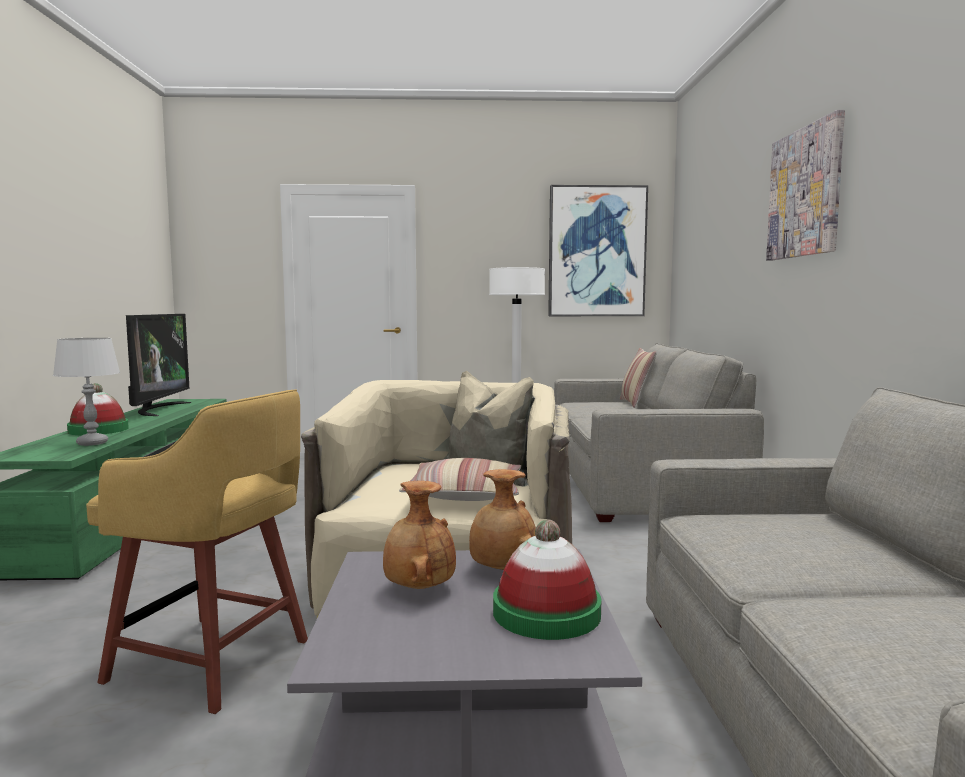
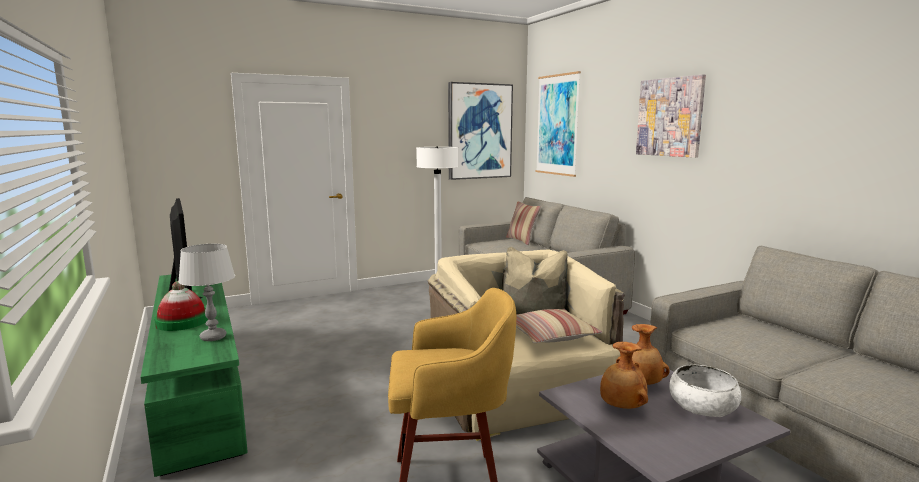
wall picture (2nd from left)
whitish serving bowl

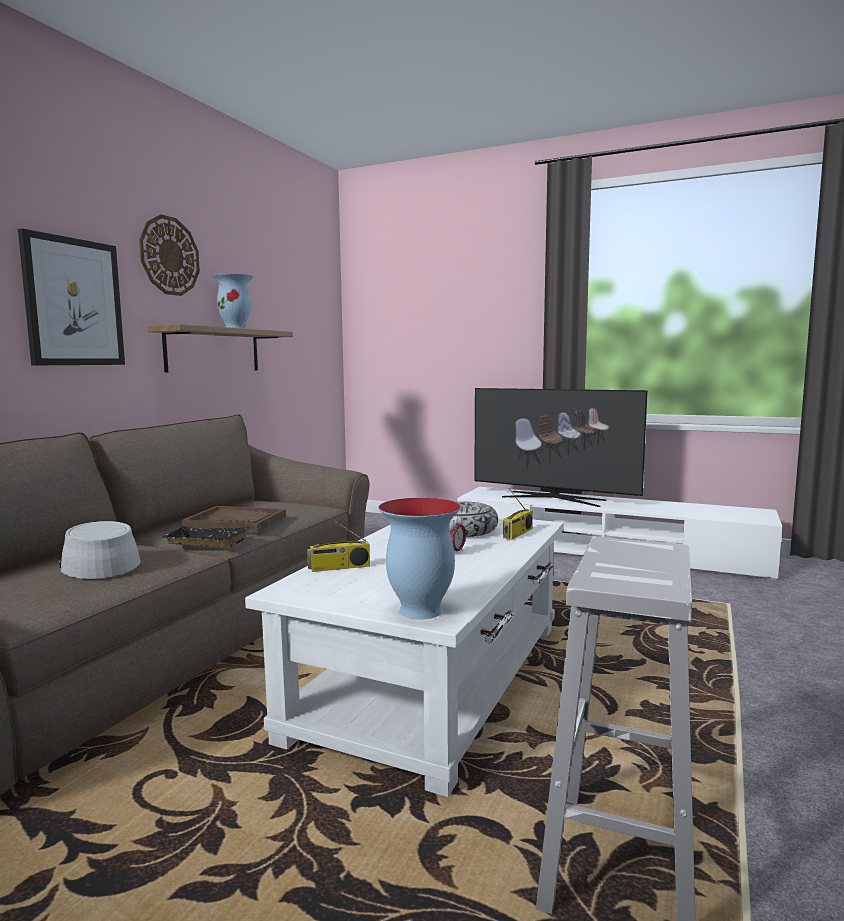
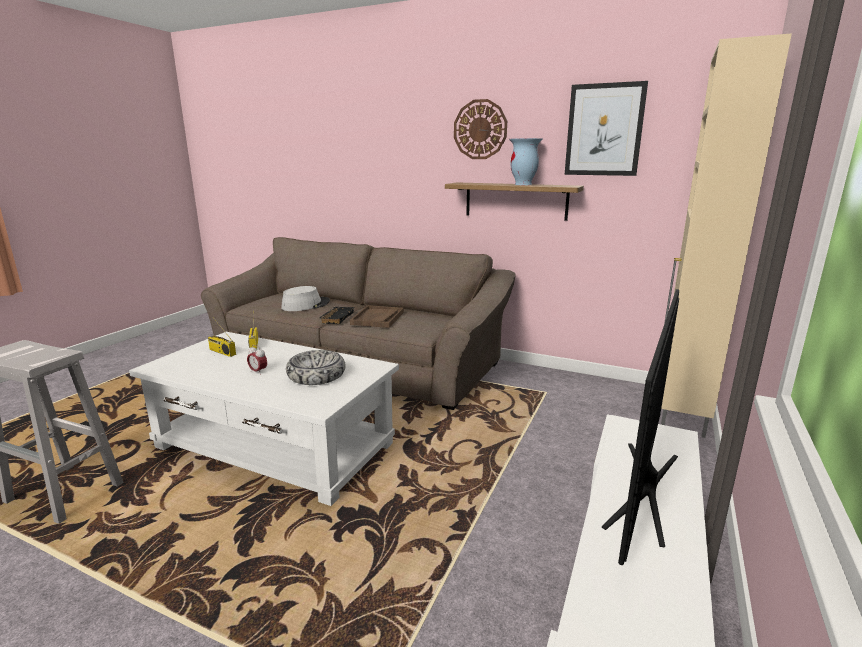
radio receiver (1st from left)
wall picture
beige cupboard
vase (2nd from left in the first image)

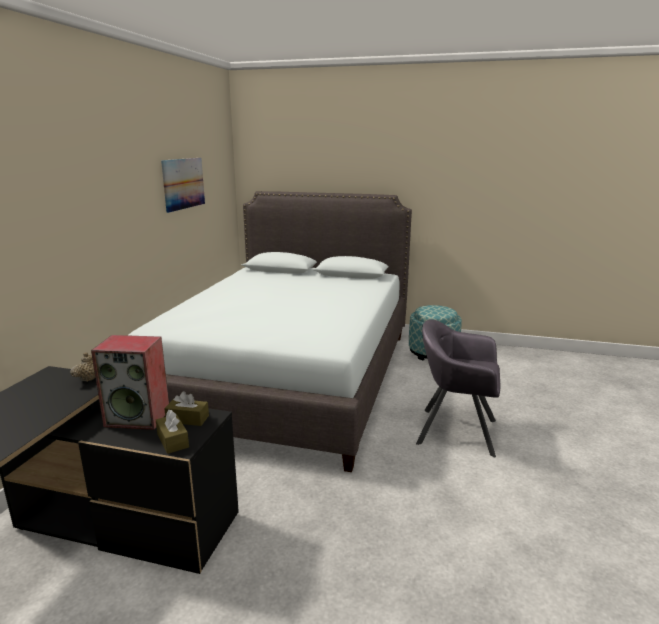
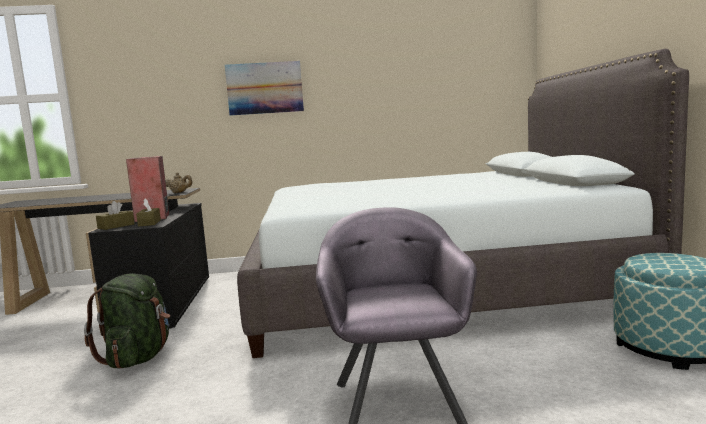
green knapsack
wall picture

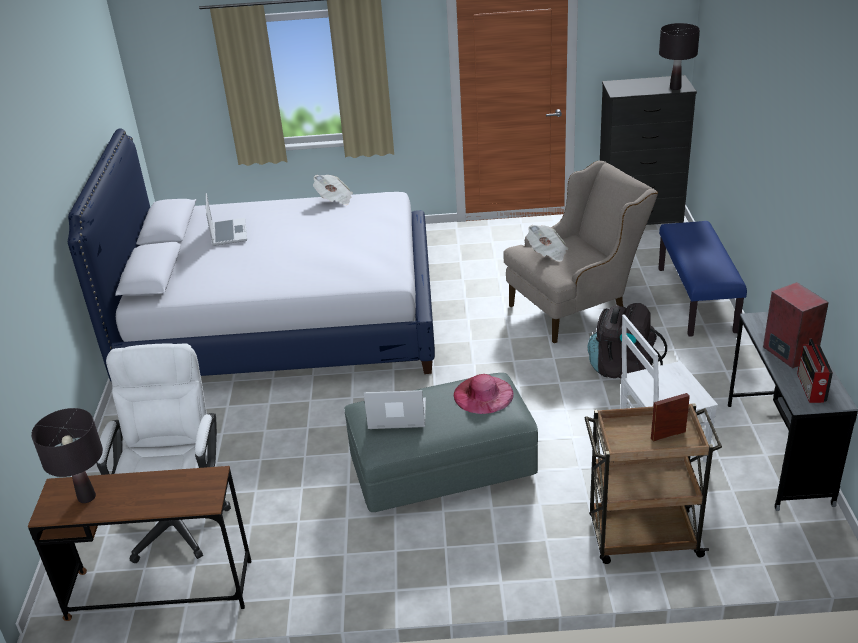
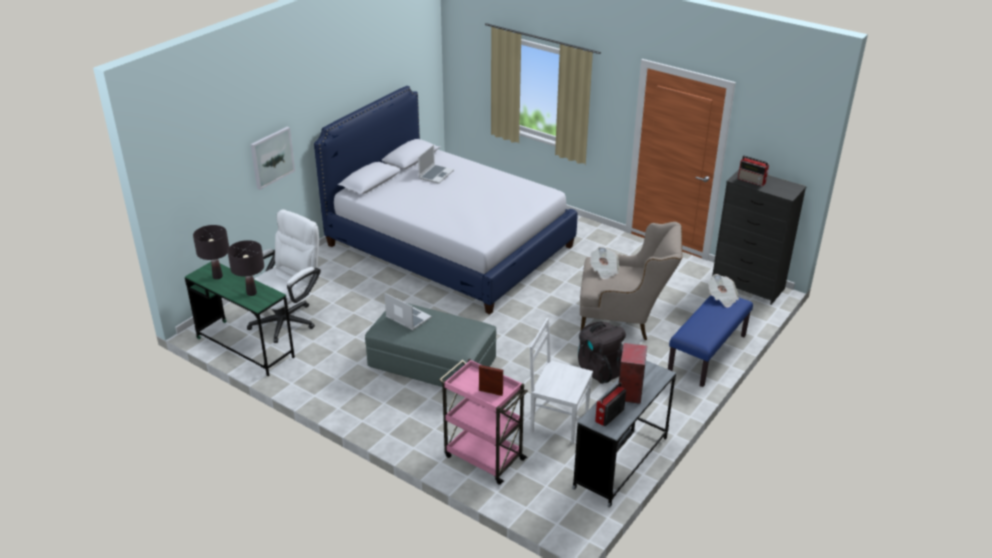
green desk
black-coloured lamp for a table (2nd from left)
wall picture
pink-coloured trolley
daily paper (2nd from left)
radio receiver (2nd from left)
pink-coloured wearable hat

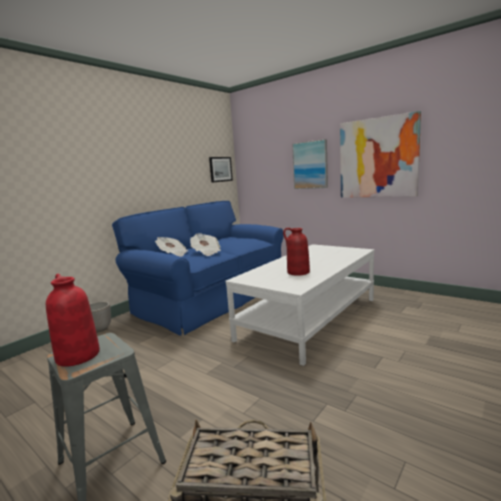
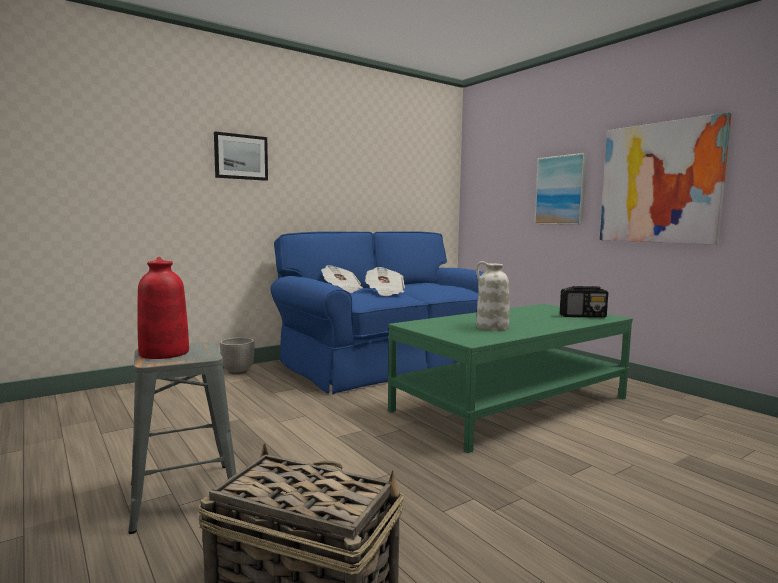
wall picture (1st from left)
green lounge table
whitish vase
radio receiver

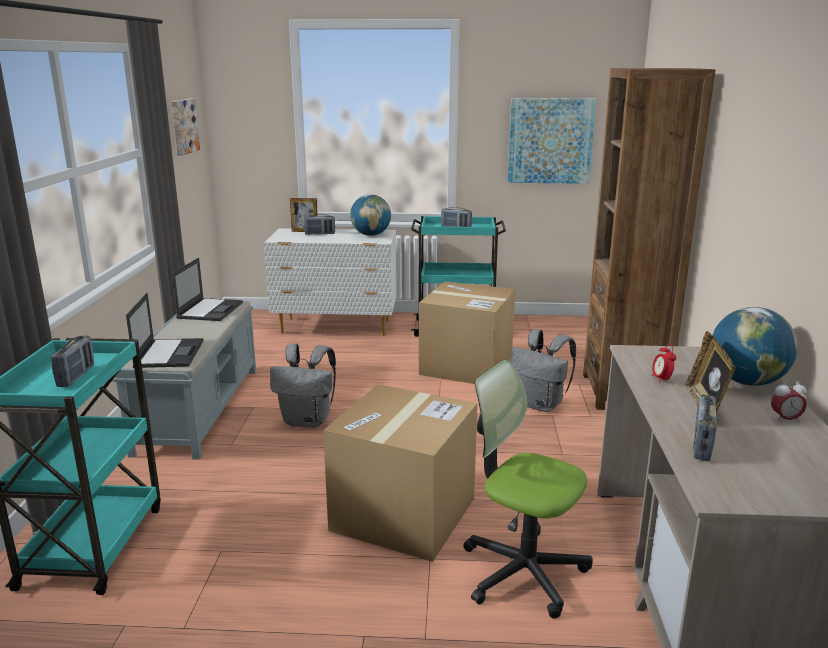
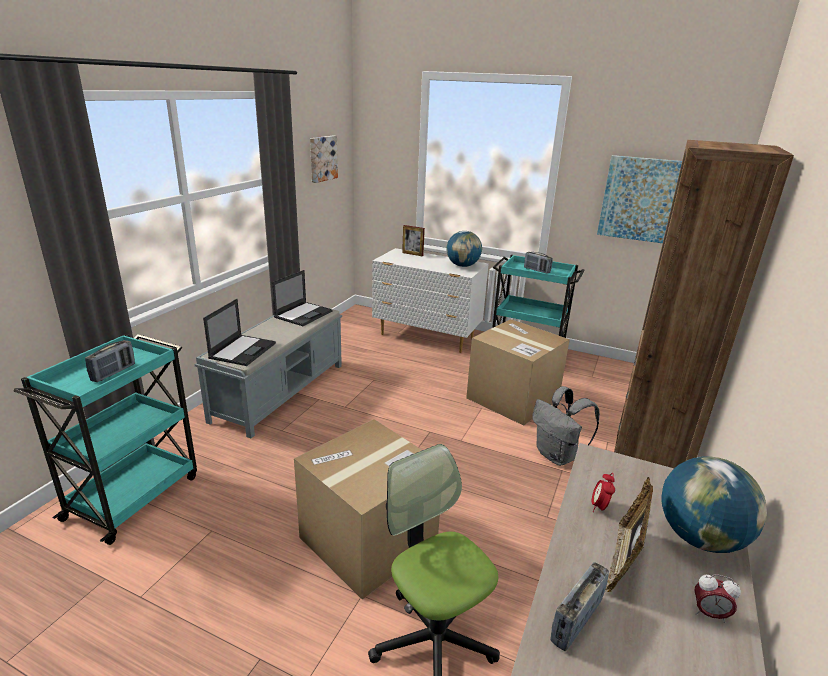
greyish knapsack (1st from left in the first image)
radio receiver (2nd from left in the first image)

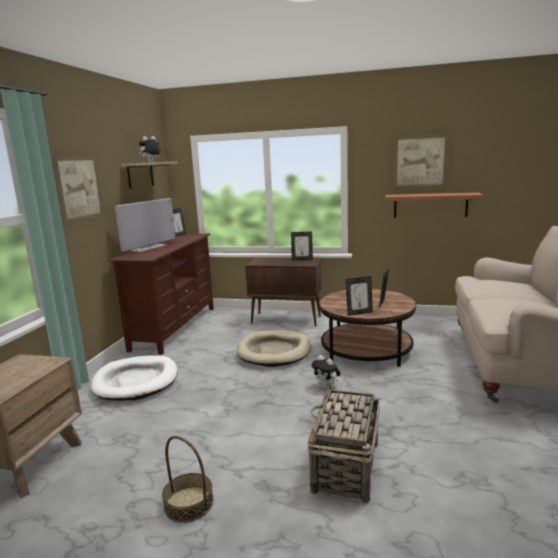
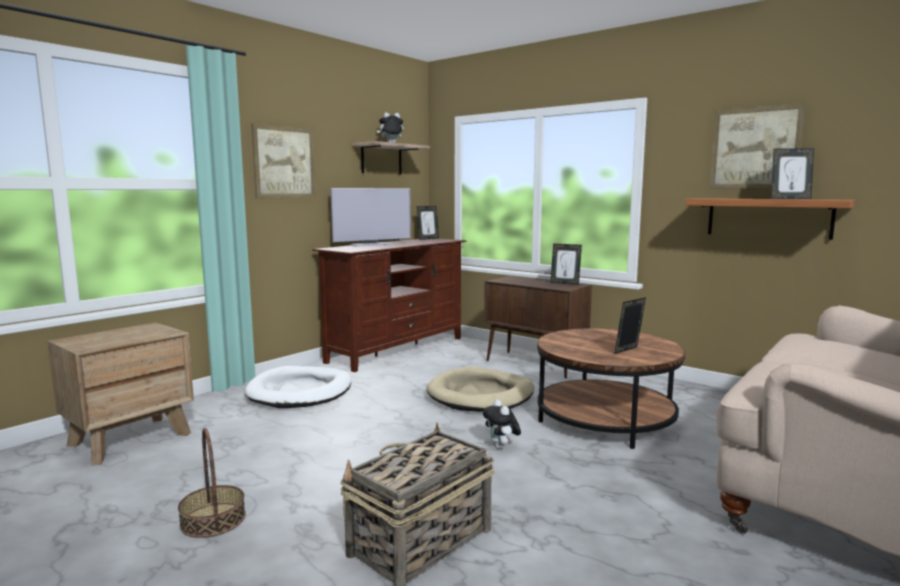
picture frame (4th from left)

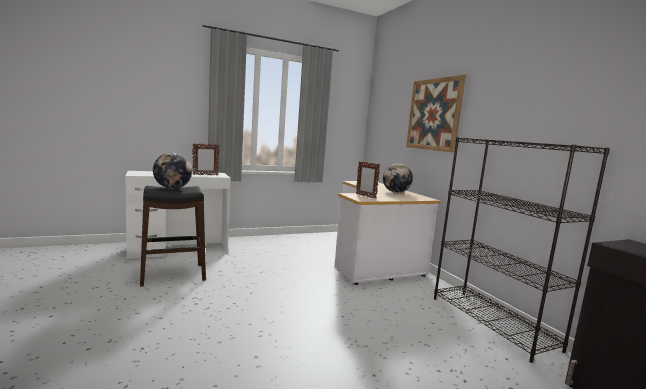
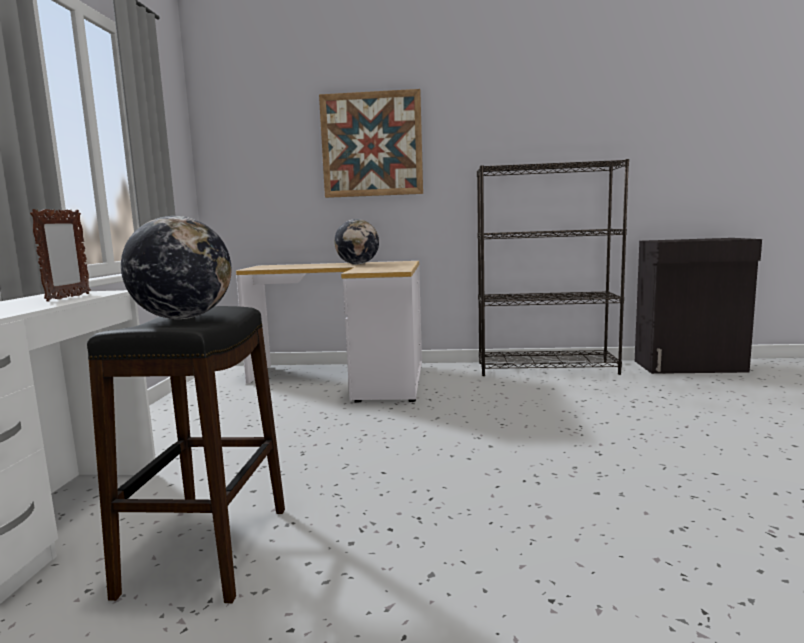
picture frame (2nd from left in the first image)

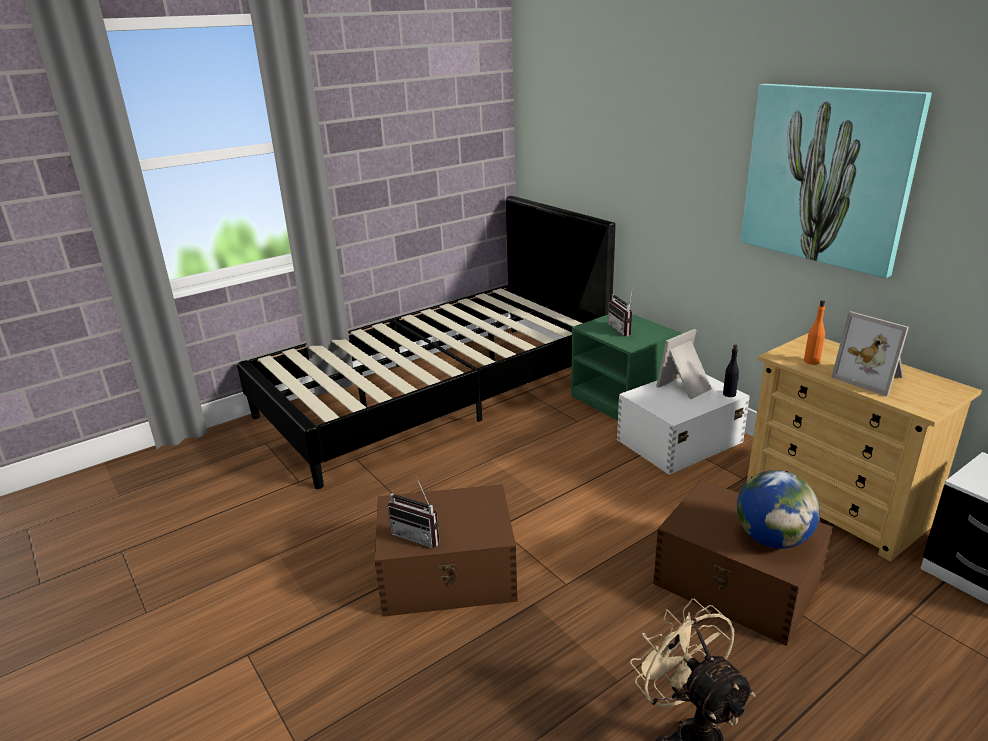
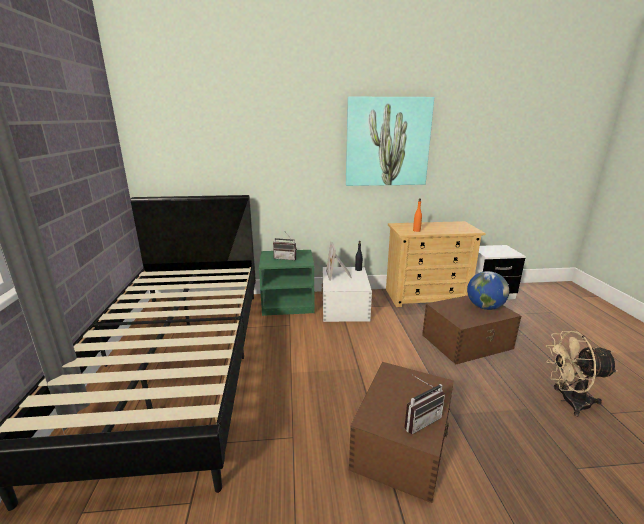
picture frame (2nd from left in the first image)

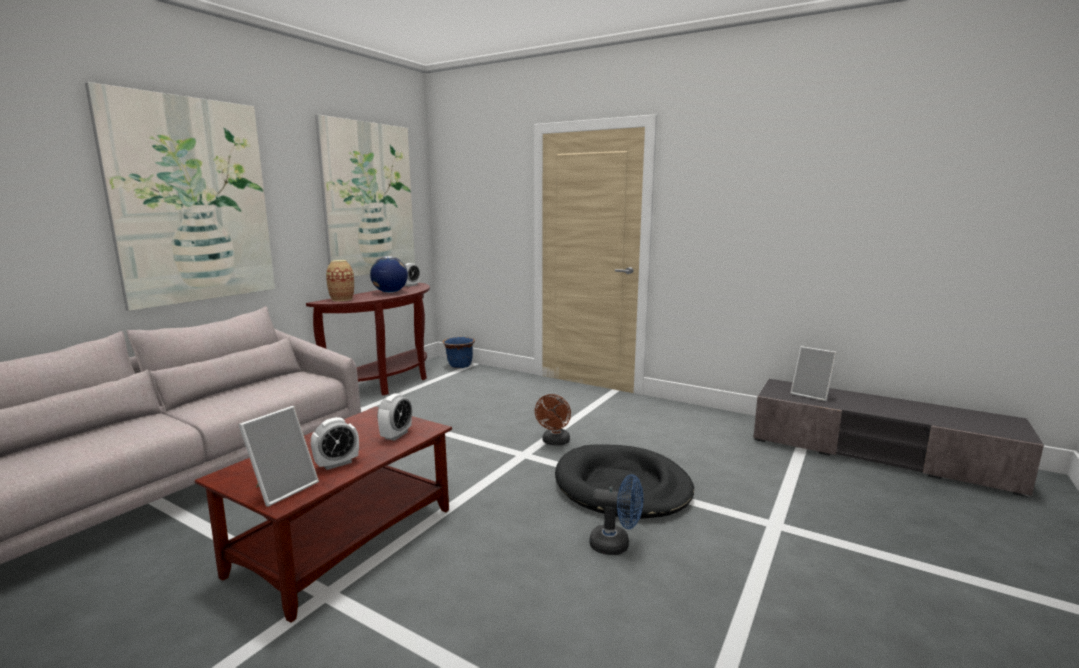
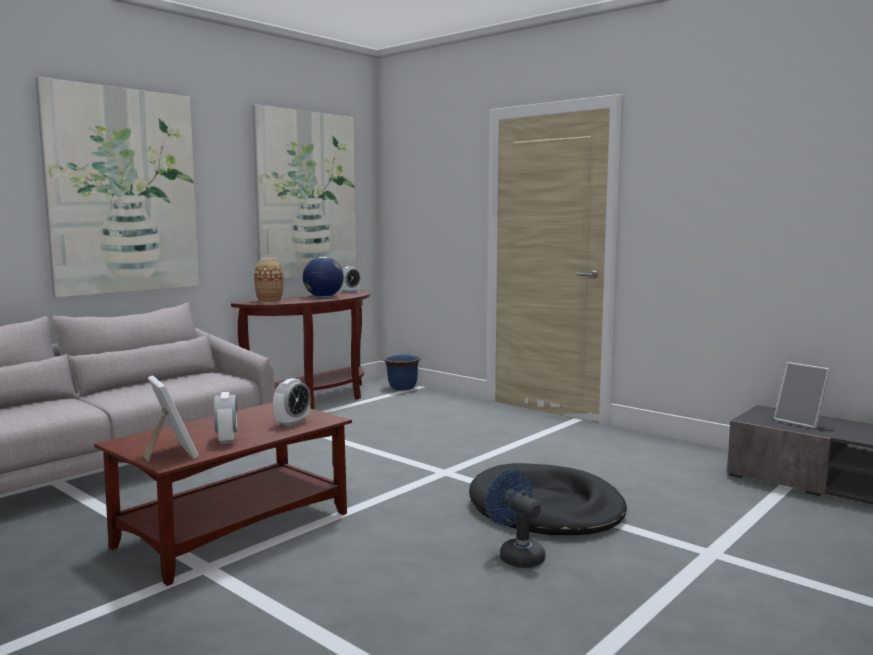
picture frame (1st from left)
table clock (1st from left)
blue-coloured fan
brown-coloured fan

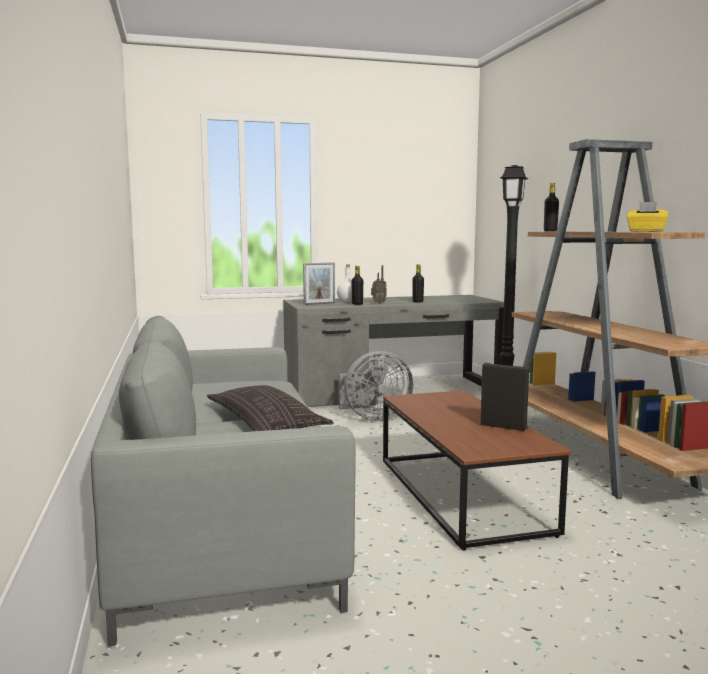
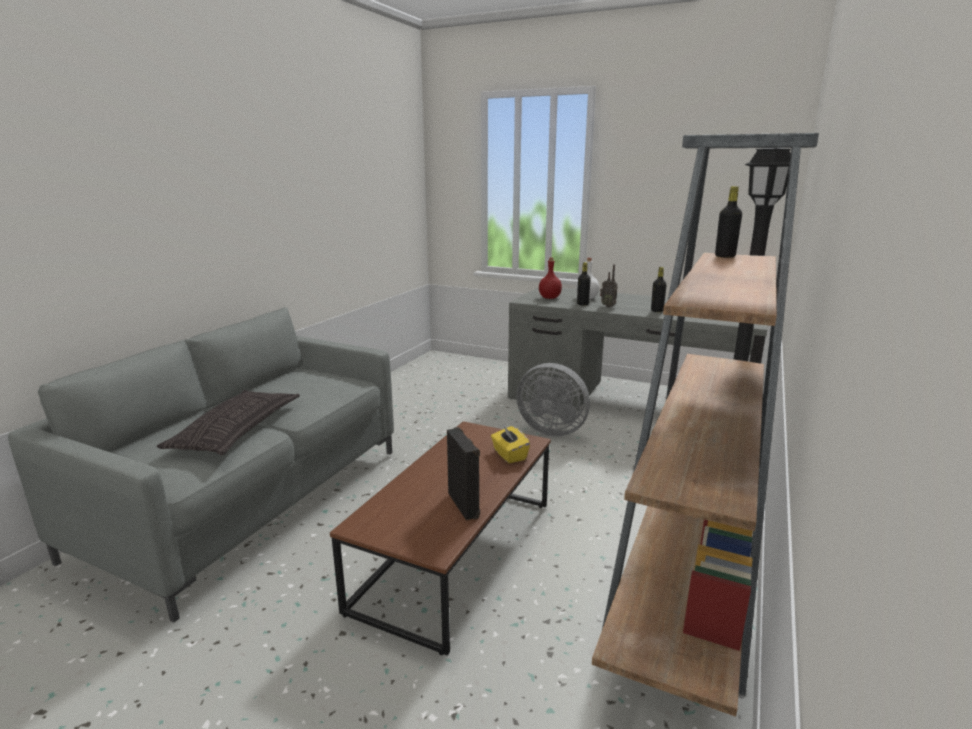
yellow box of tissues
red beverage bottle

